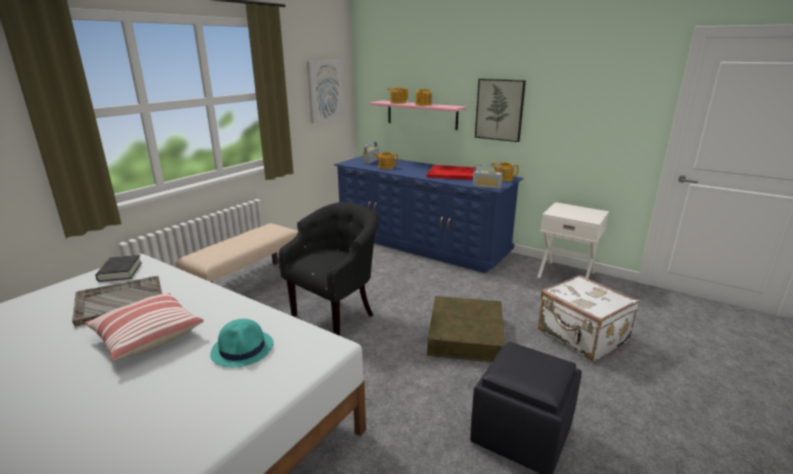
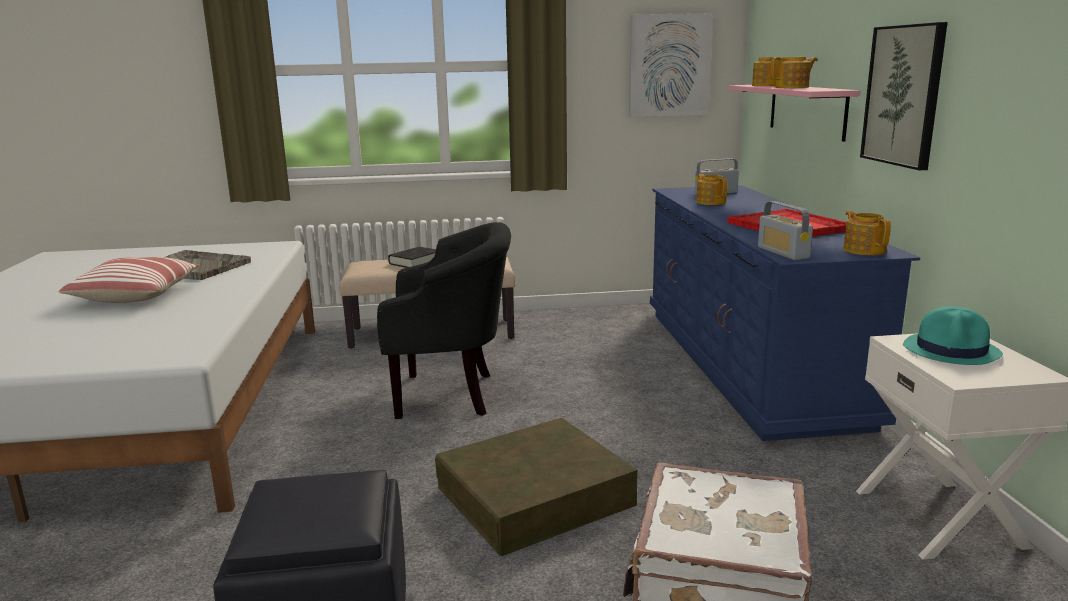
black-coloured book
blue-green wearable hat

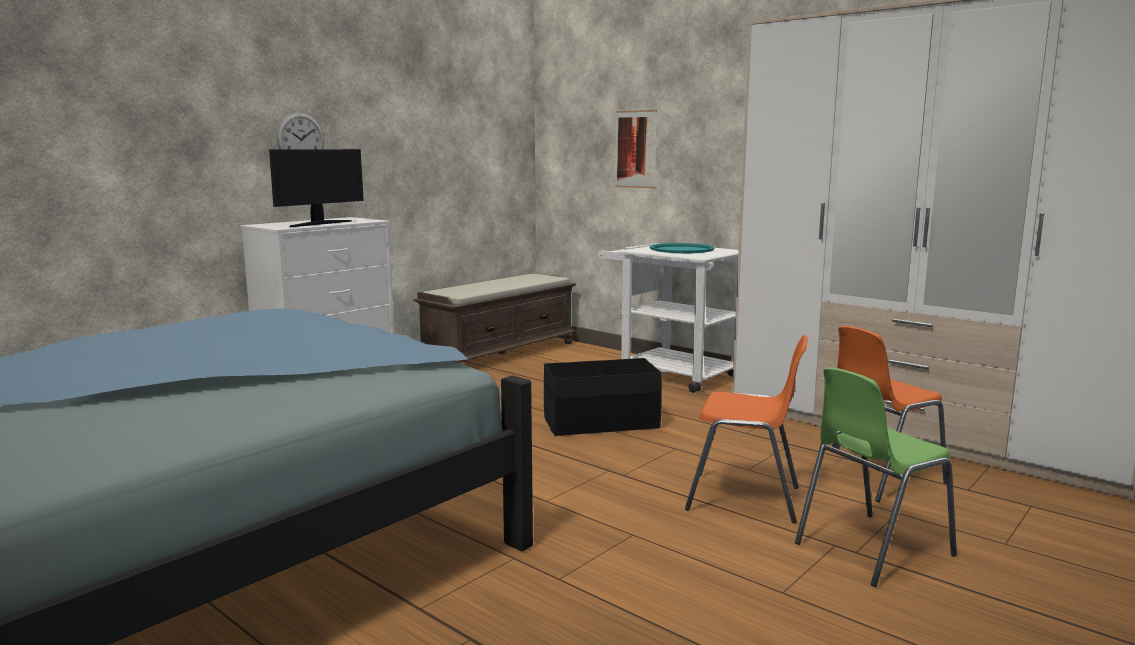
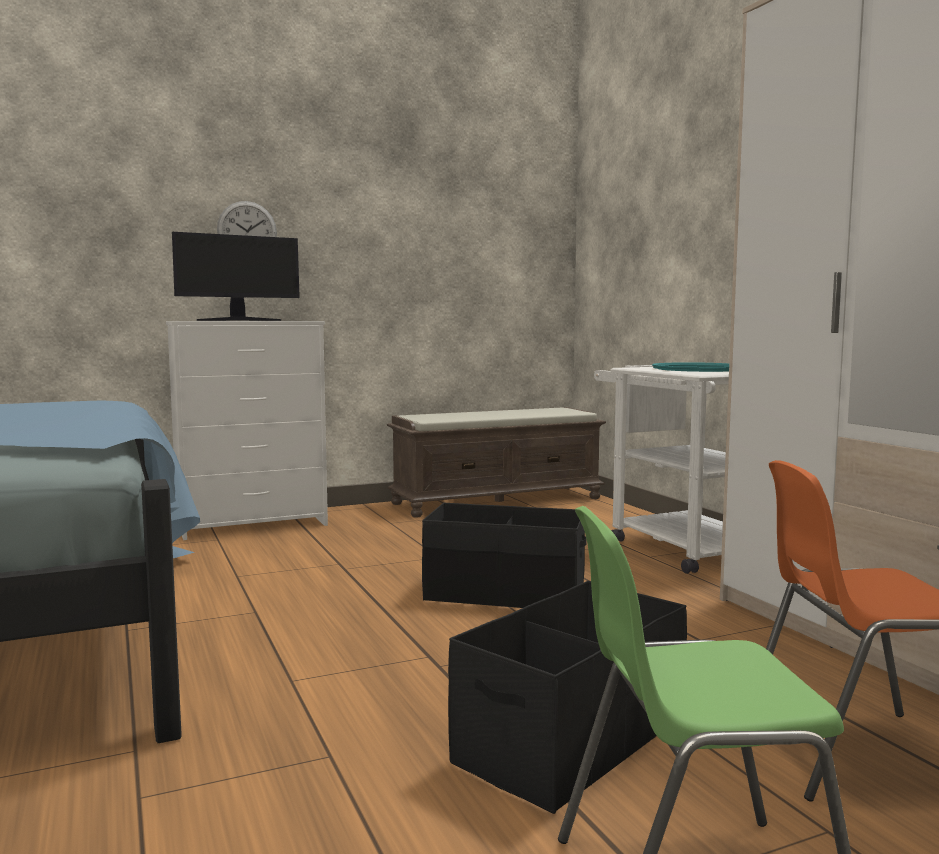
black-coloured storage box (2nd from left)
wall picture

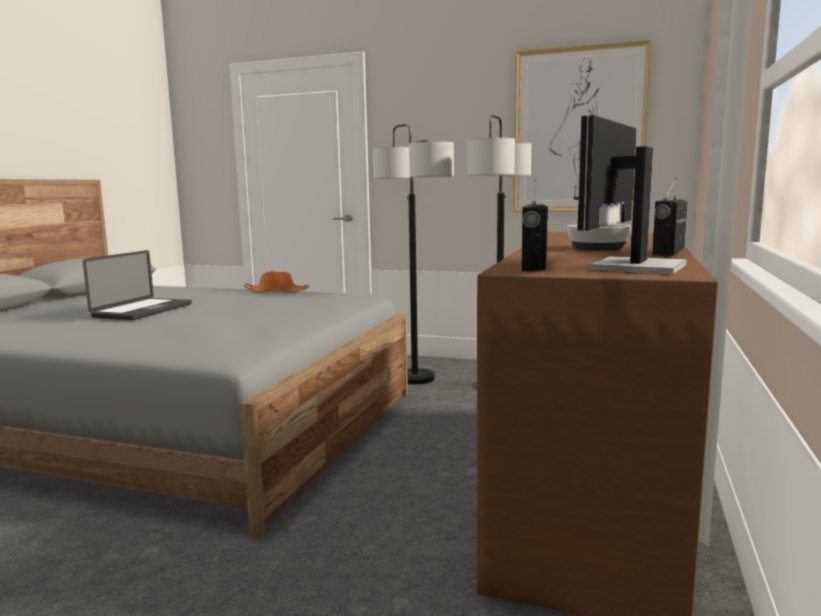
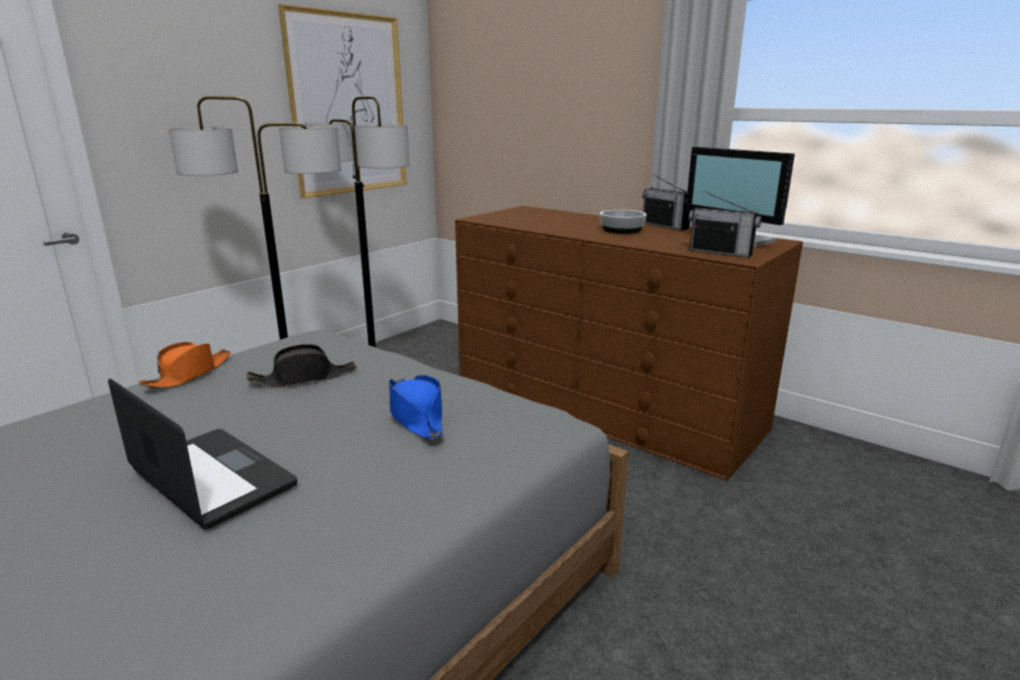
black-coloured wearable hat
blue-coloured wearable hat

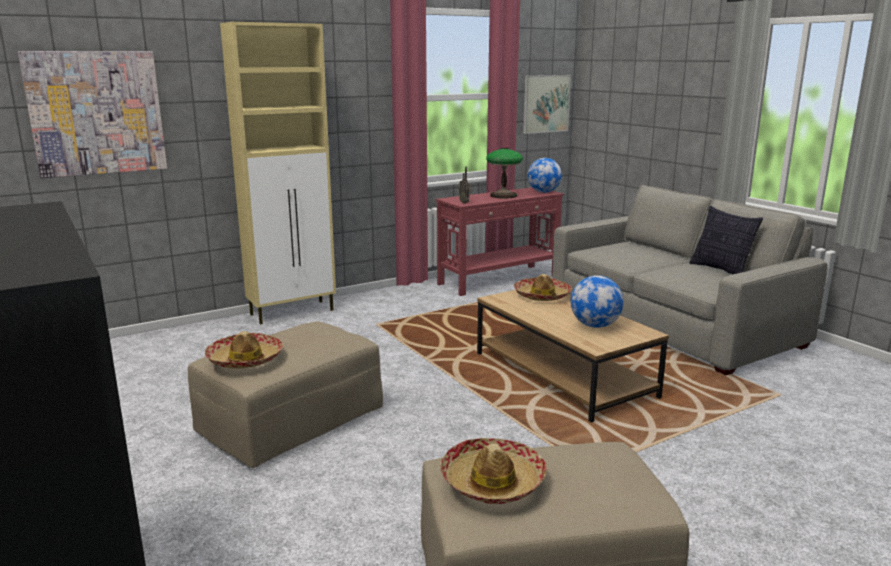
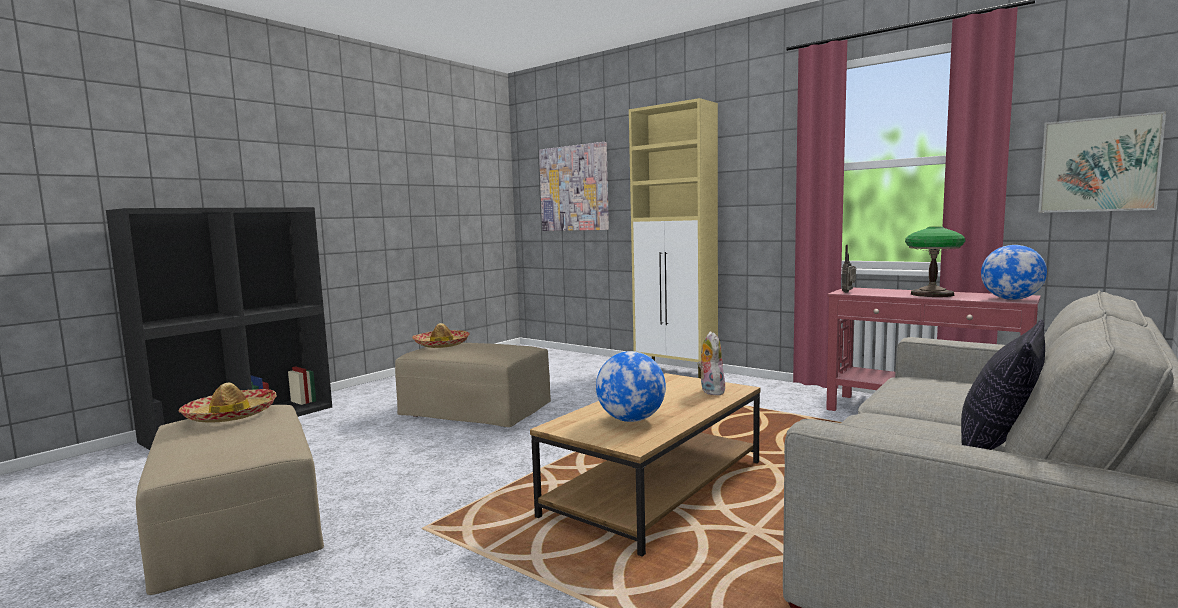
soft toy

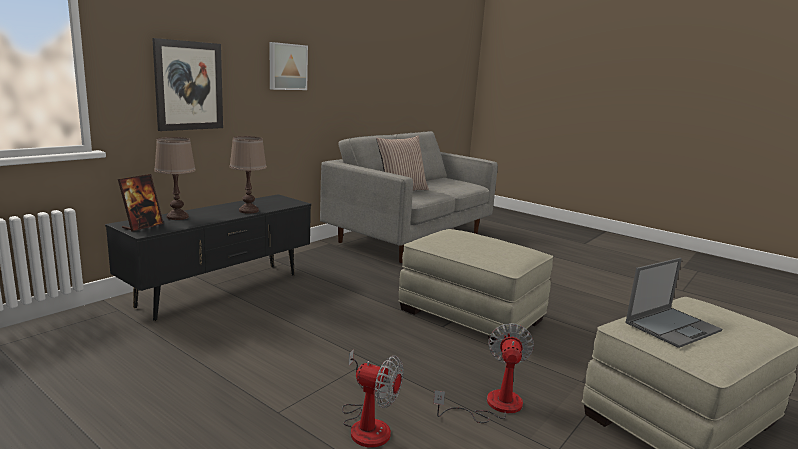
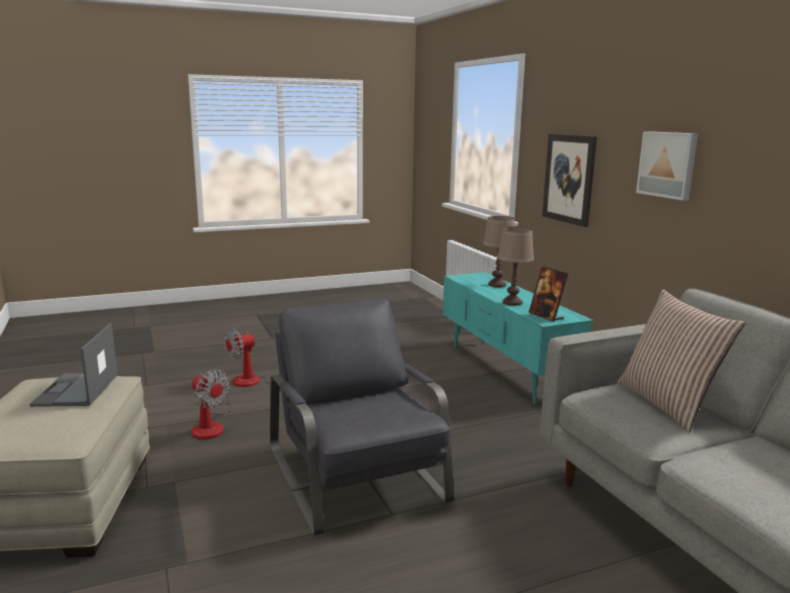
greyish armchair
blue-green media console
picture frame

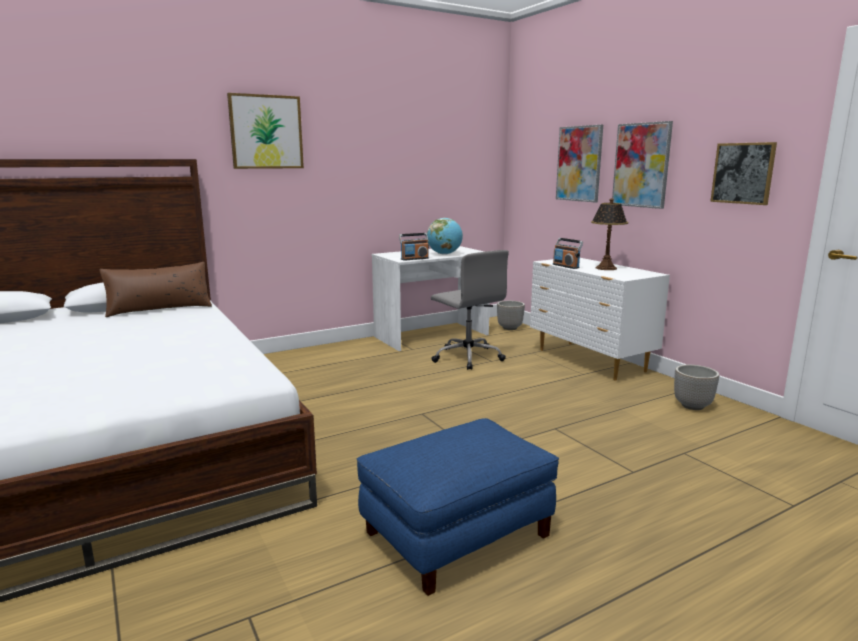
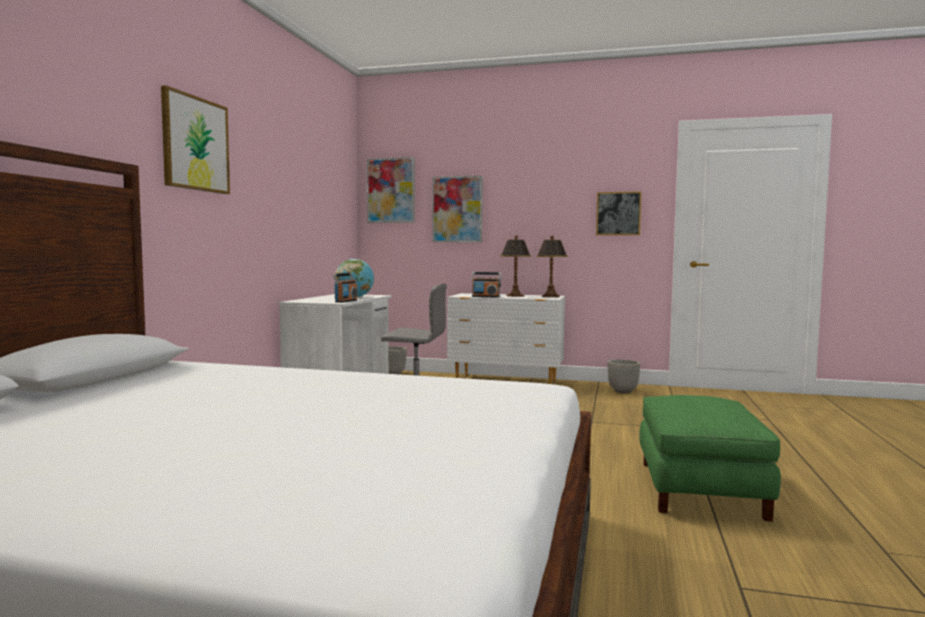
wall picture (2nd from left)
lamp for a table (2nd from left)
green footrest
brown-coloured throw pillow

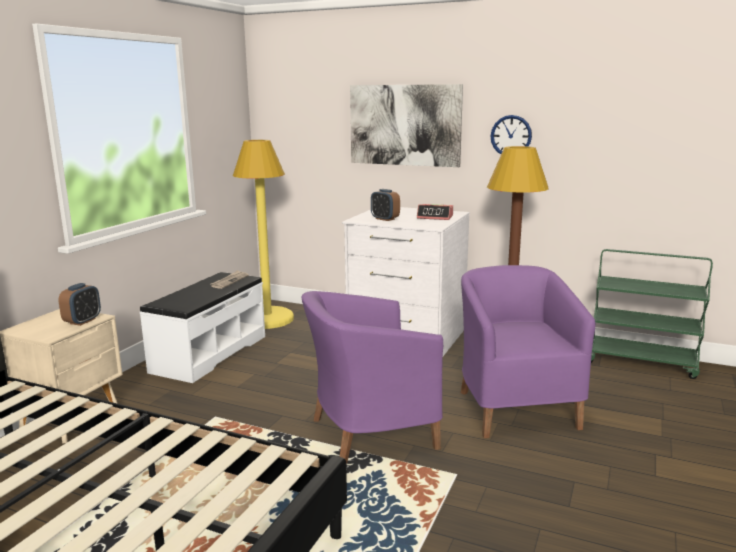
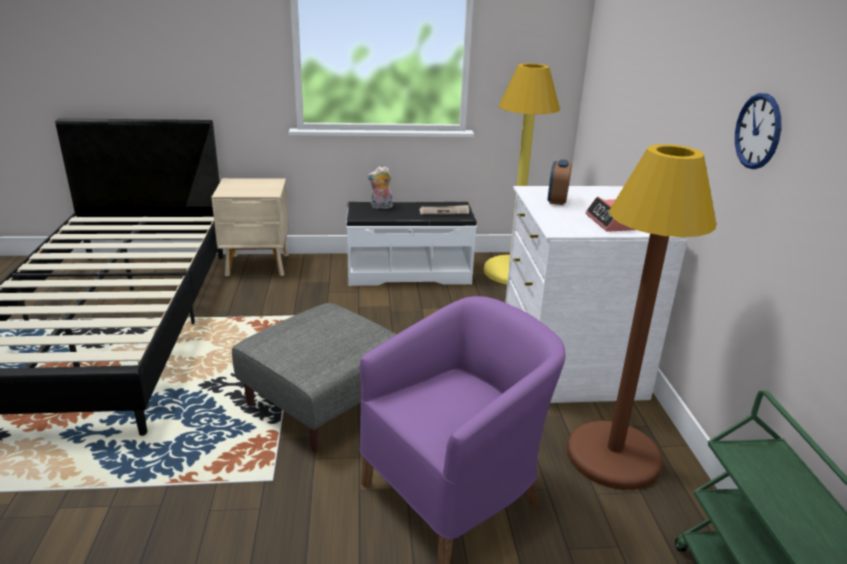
greyish footrest
soft toy
table clock (1st from left in the first image)
wall picture

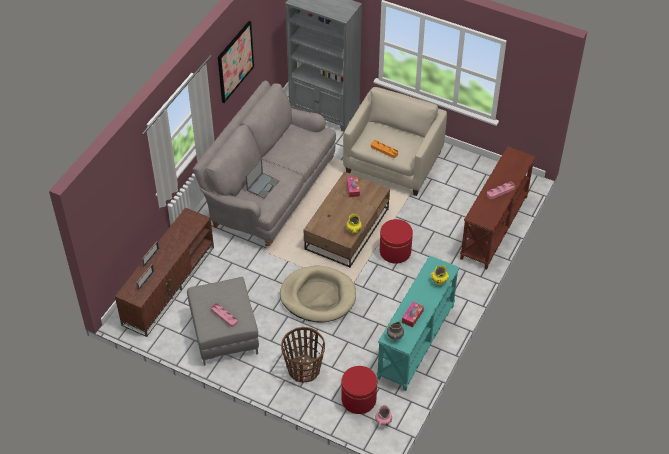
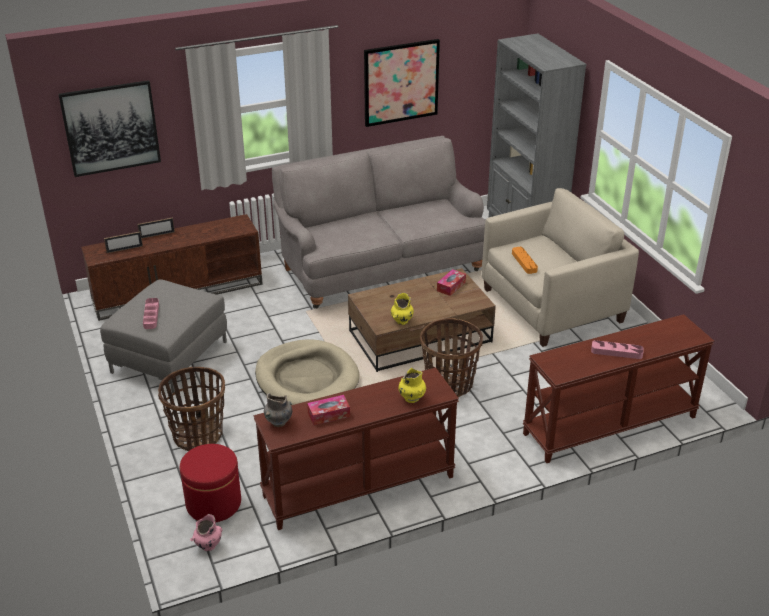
wall picture (1st from left)
brown-coloured narrow table (1st from left)
basket (2nd from left)
notebook computer

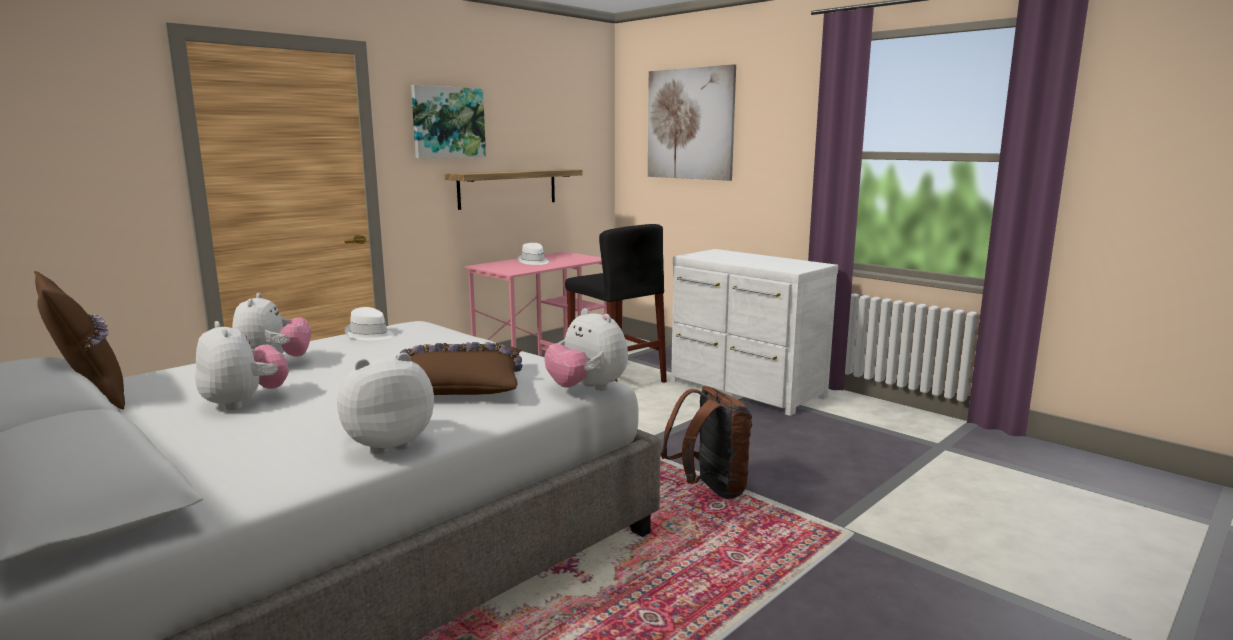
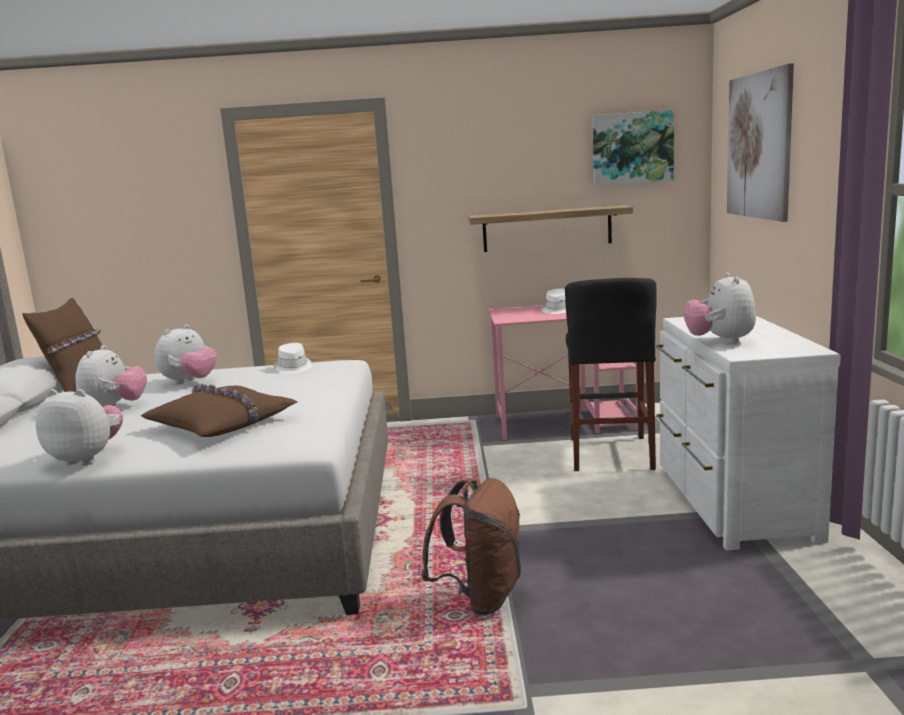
wall picture (1st from left)
soft toy (4th from left)

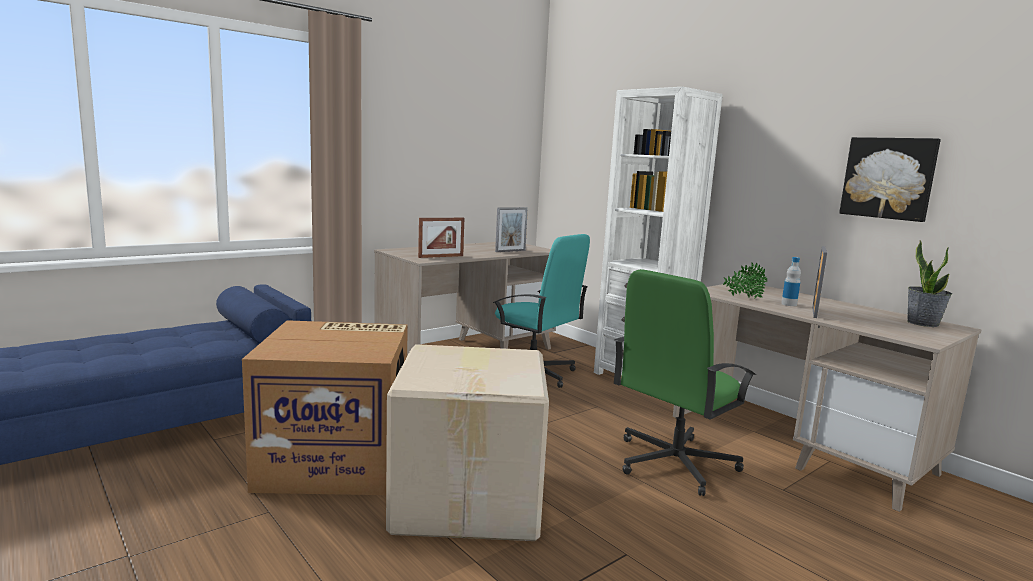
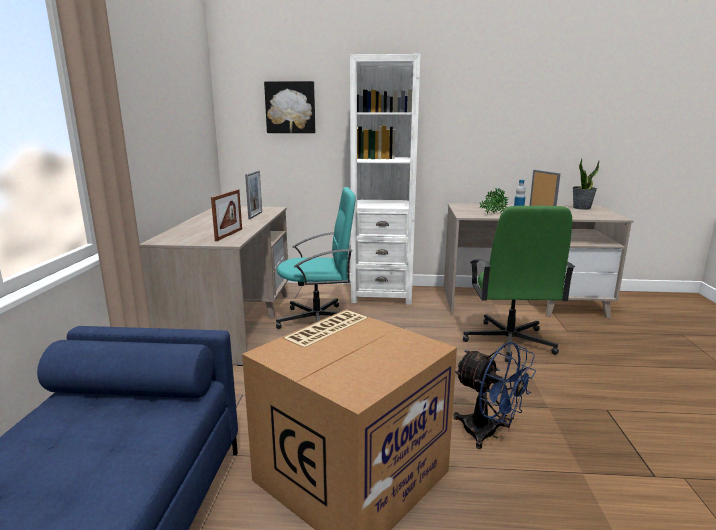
wall picture
blue-coloured fan

